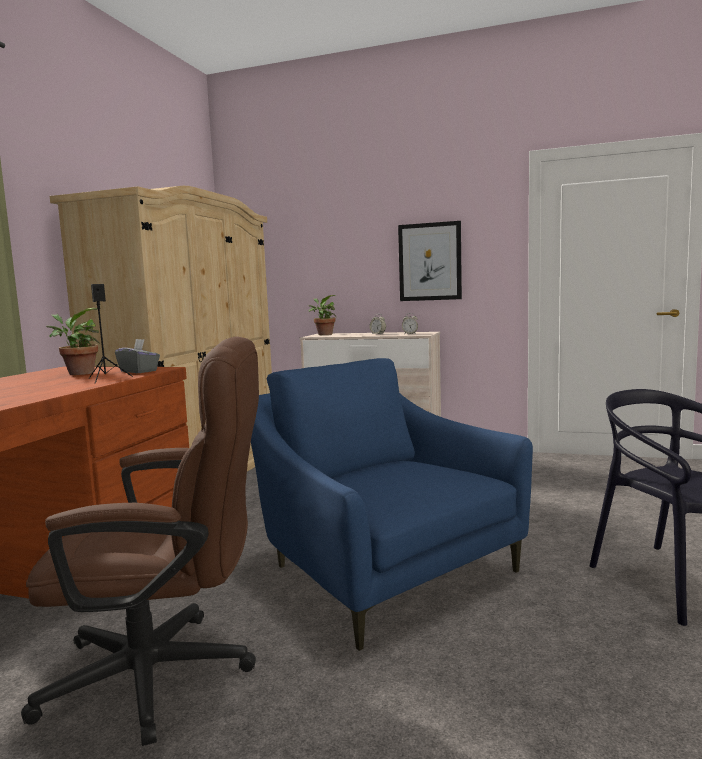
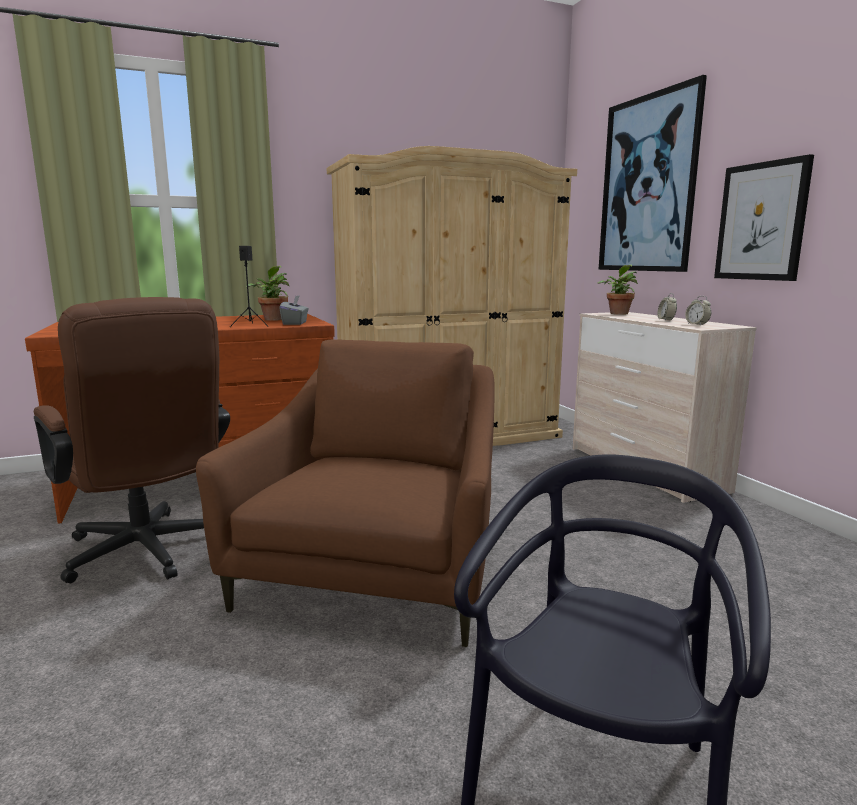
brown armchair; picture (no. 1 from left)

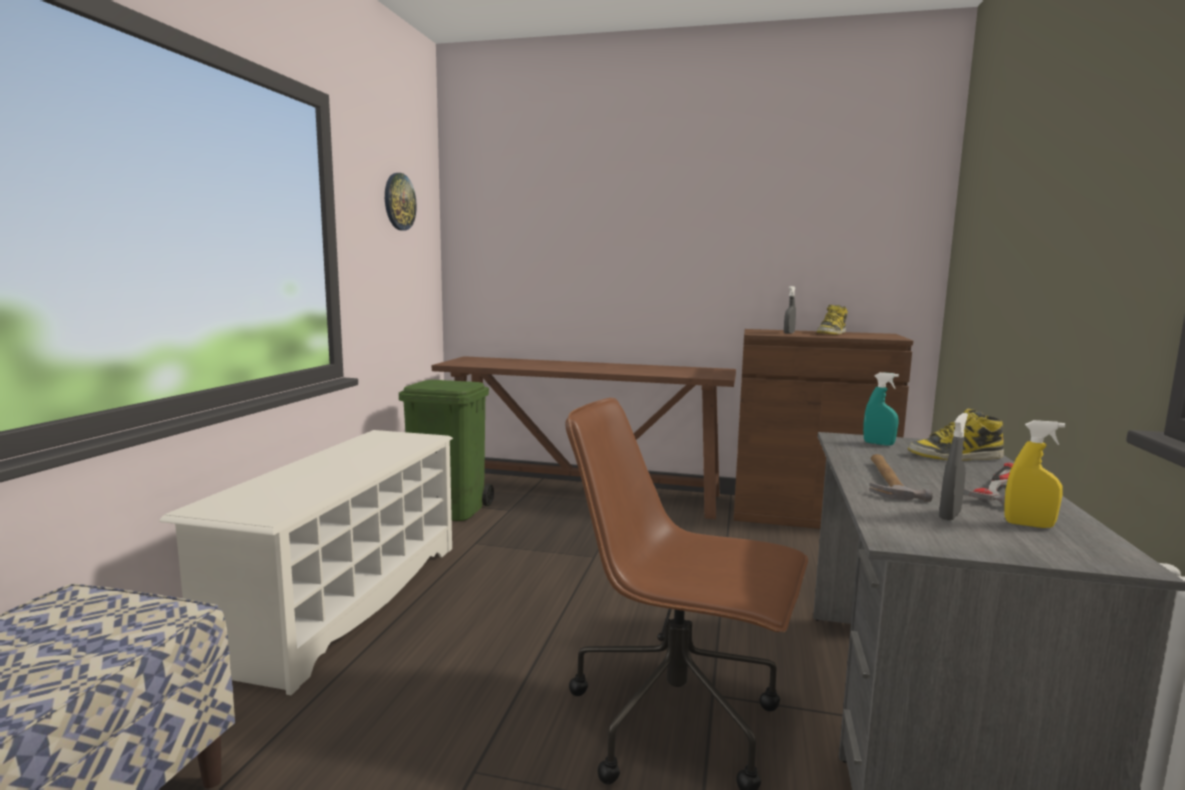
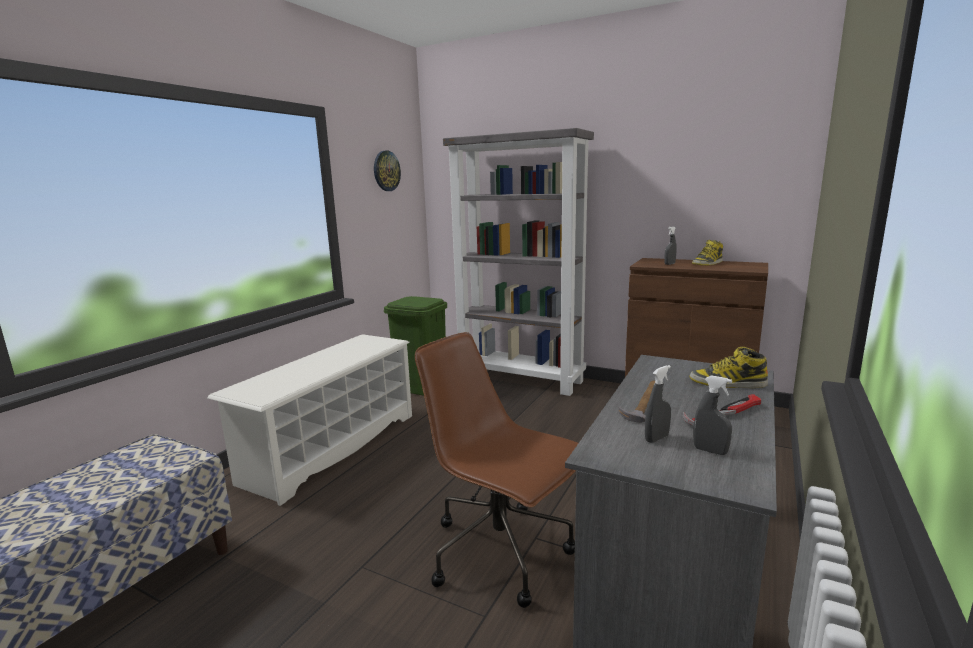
grey bookcase; grey spray bottle (no. 3 from left); turquoise spray bottle

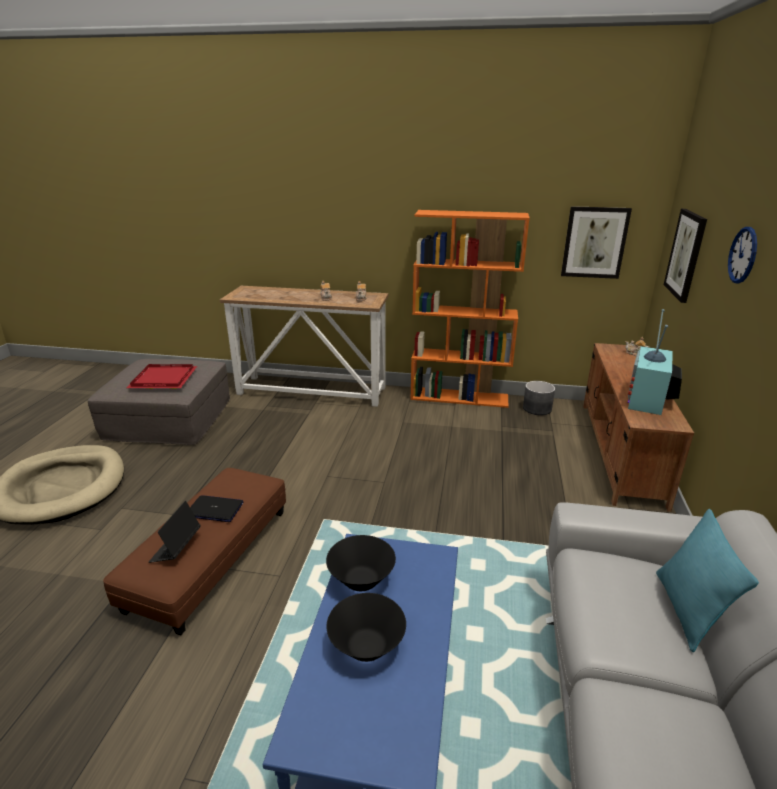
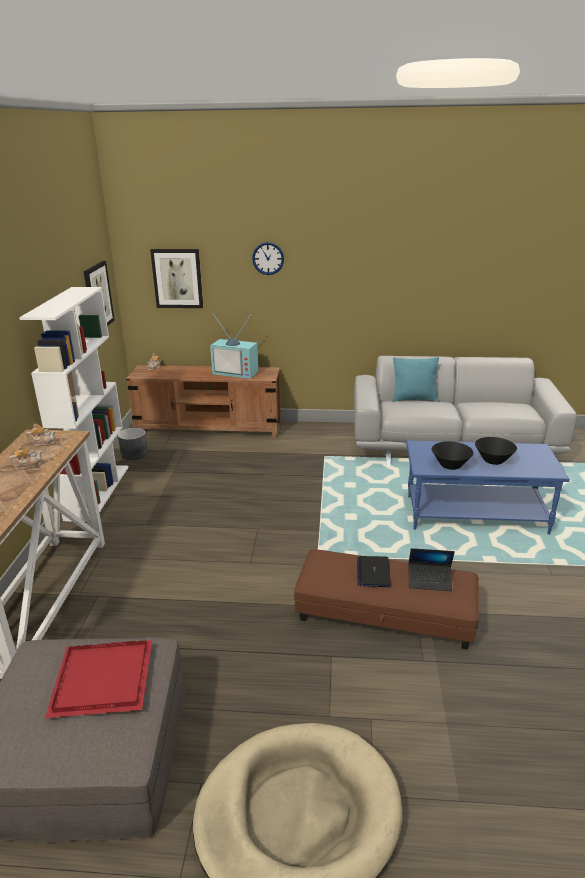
white bookcase

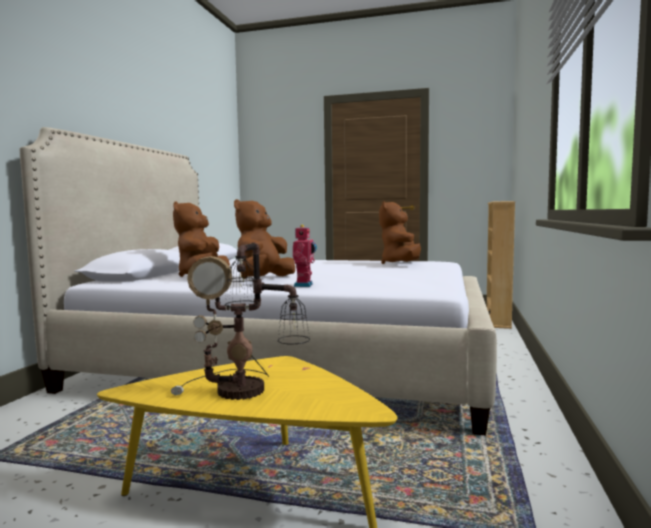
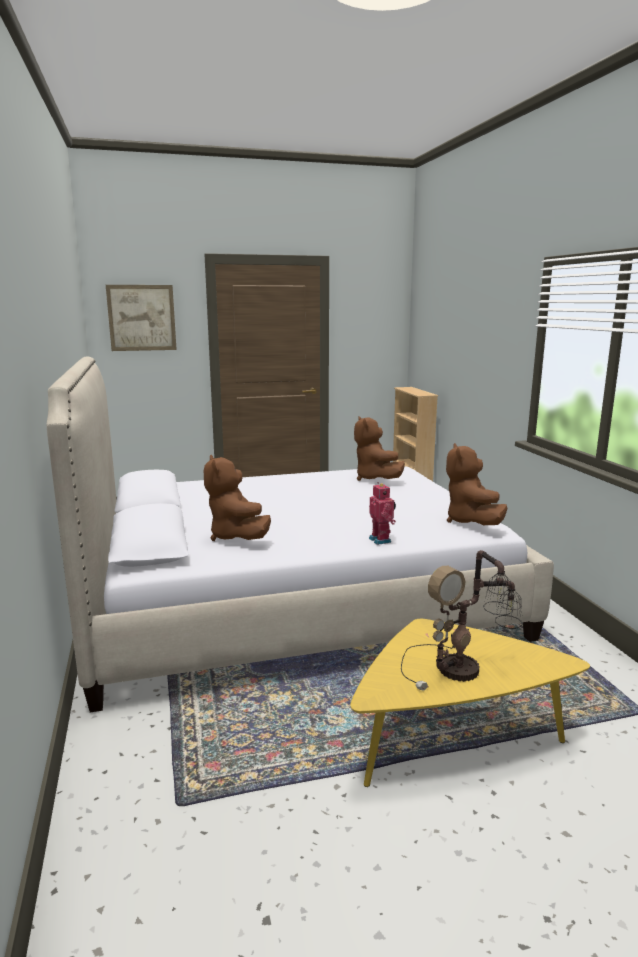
picture; brown plush toy (no. 3 from left)

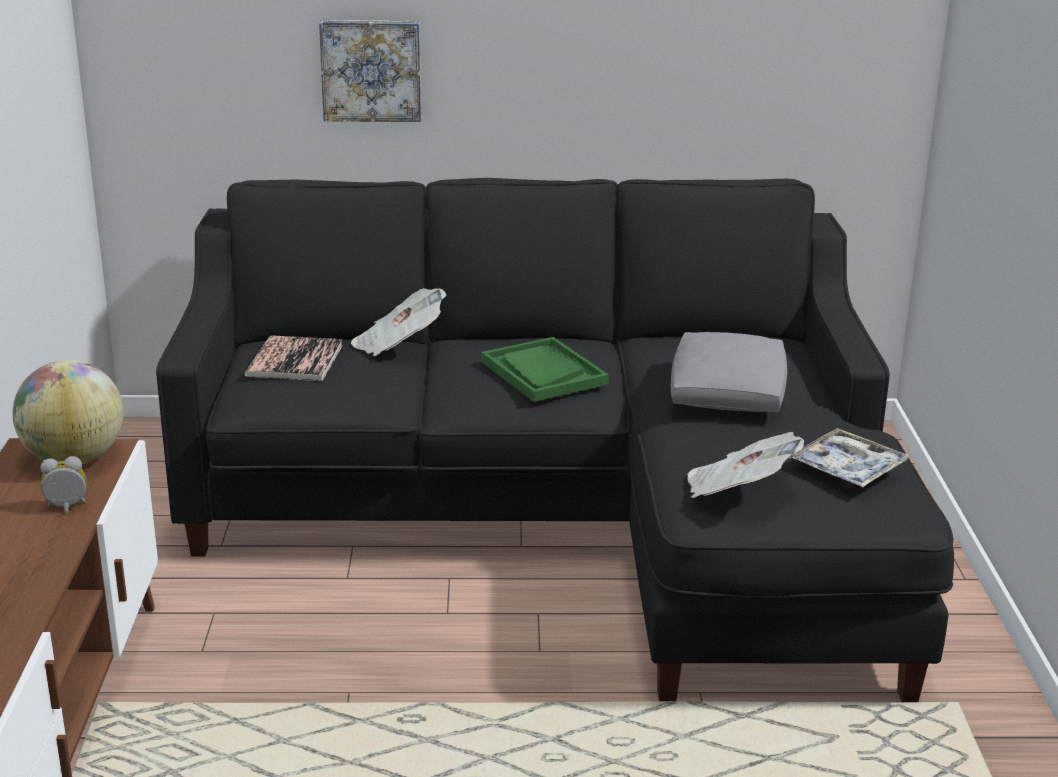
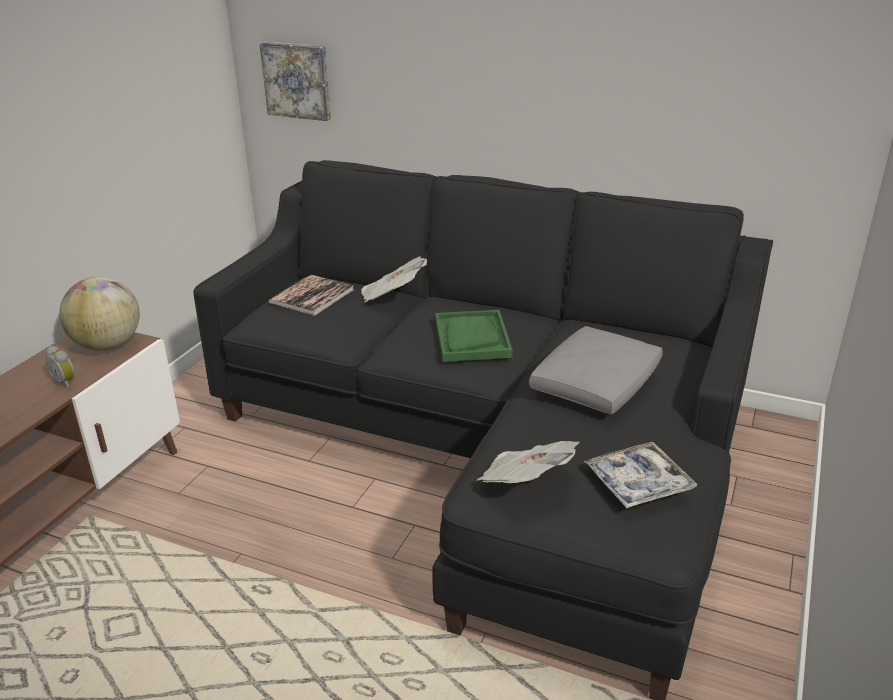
alarm clock; picture

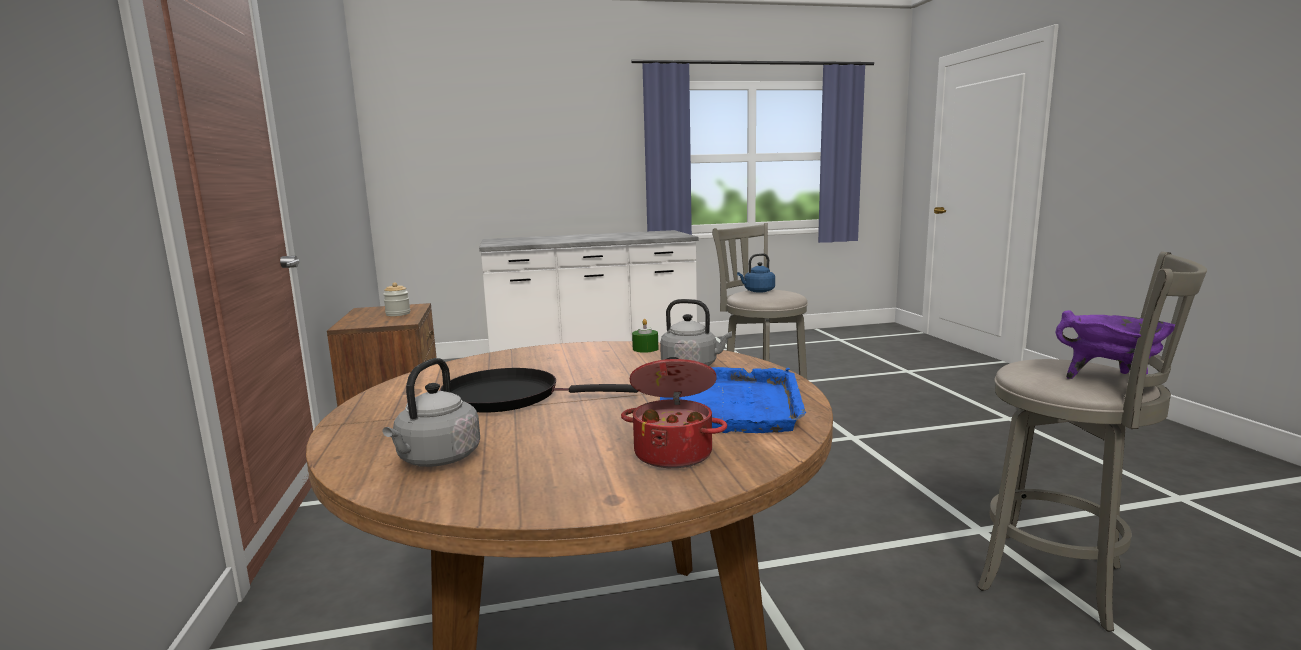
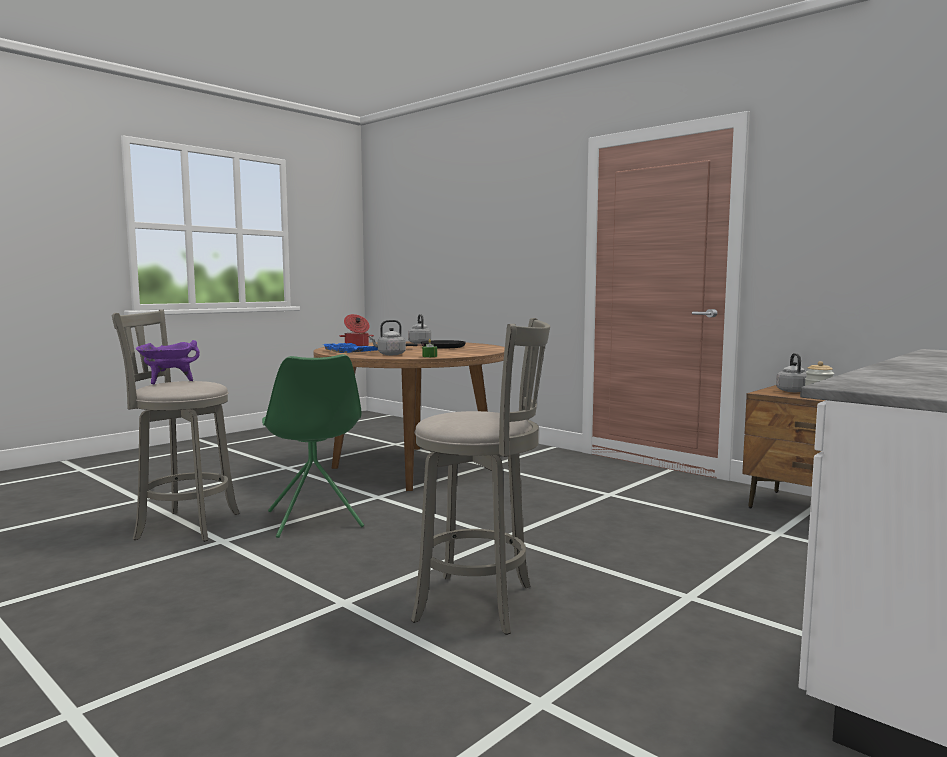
green chair; grey kettle (no. 3 from left); blue kettle

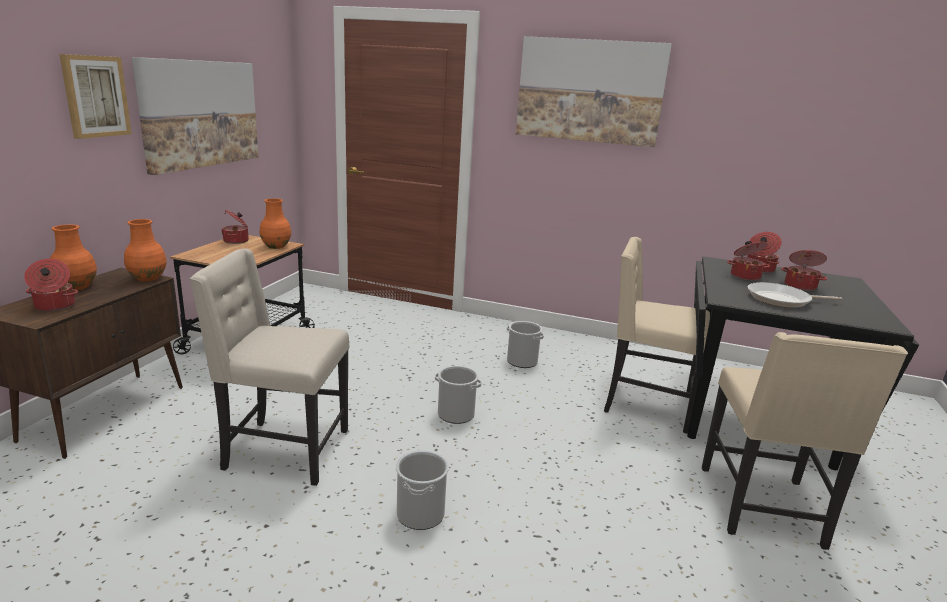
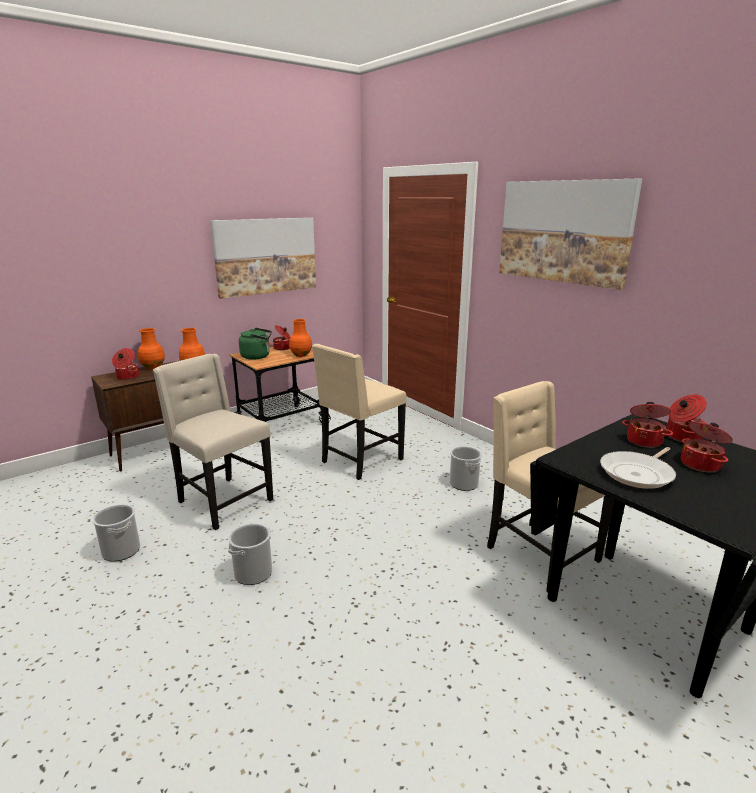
bucket (no. 1 from left); green kettle; beige chair (no. 2 from left); frying pan; picture (no. 1 from left in the first image)

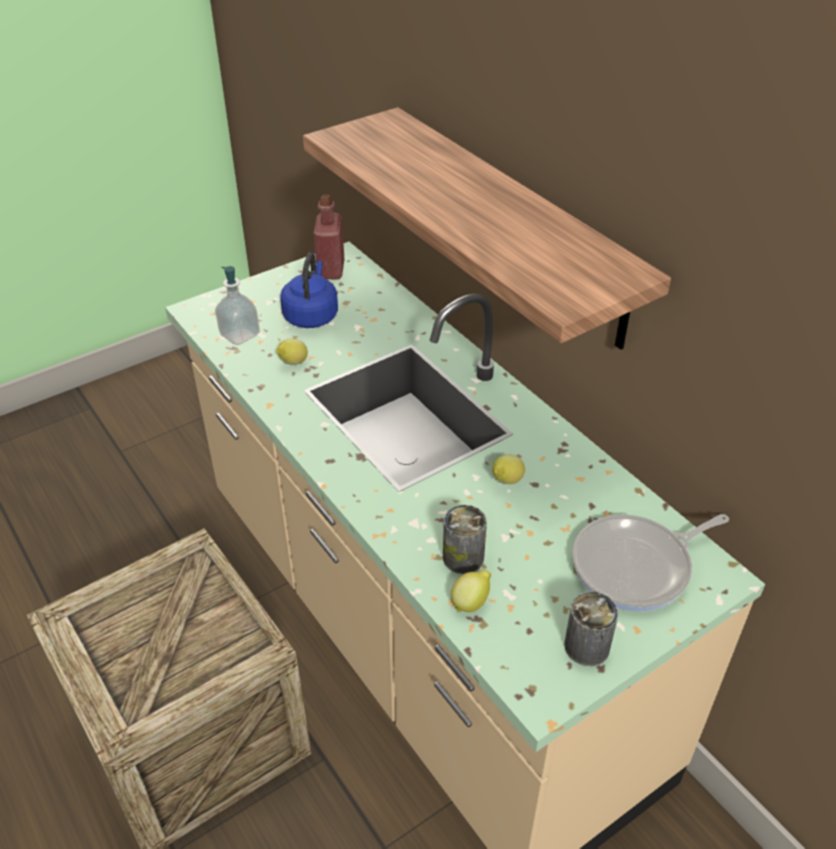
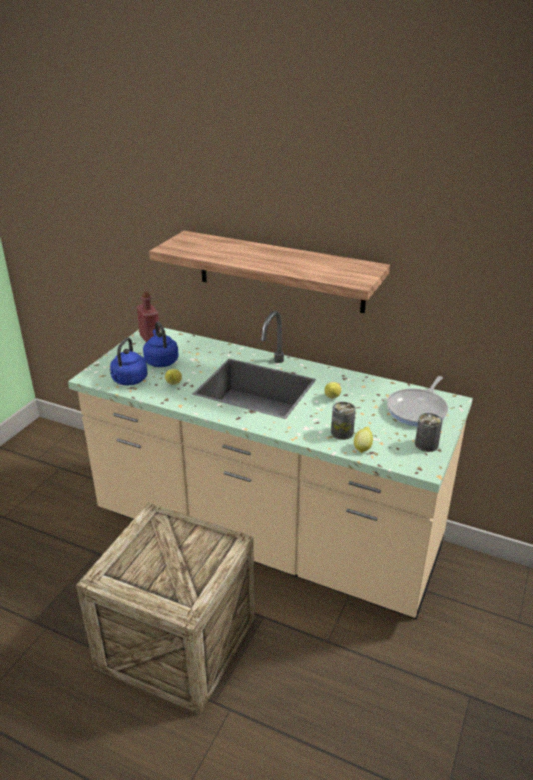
blue kettle (no. 1 from left)

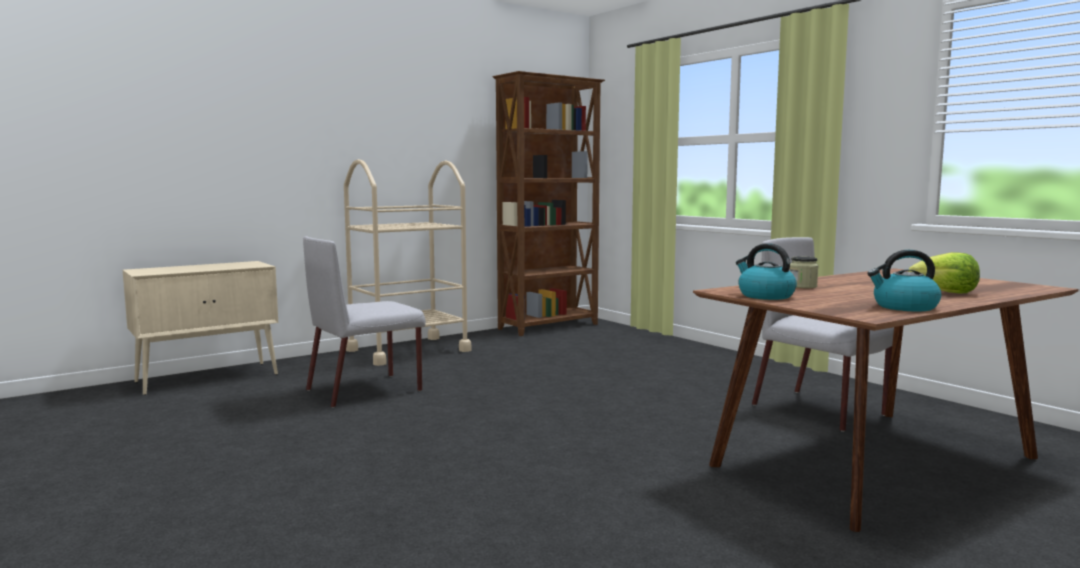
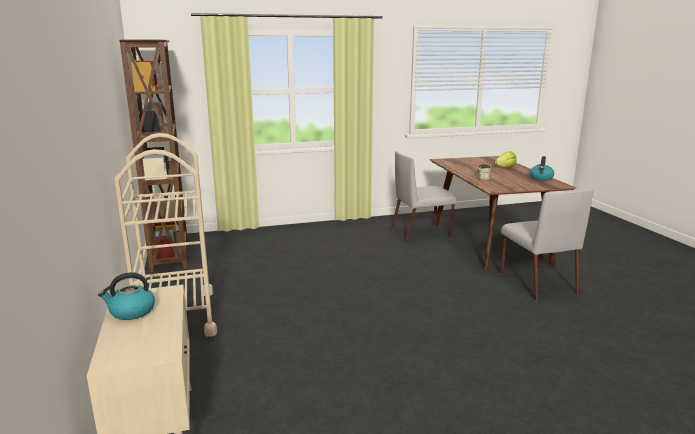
kettle (no. 1 from left); grey chair (no. 2 from left)

